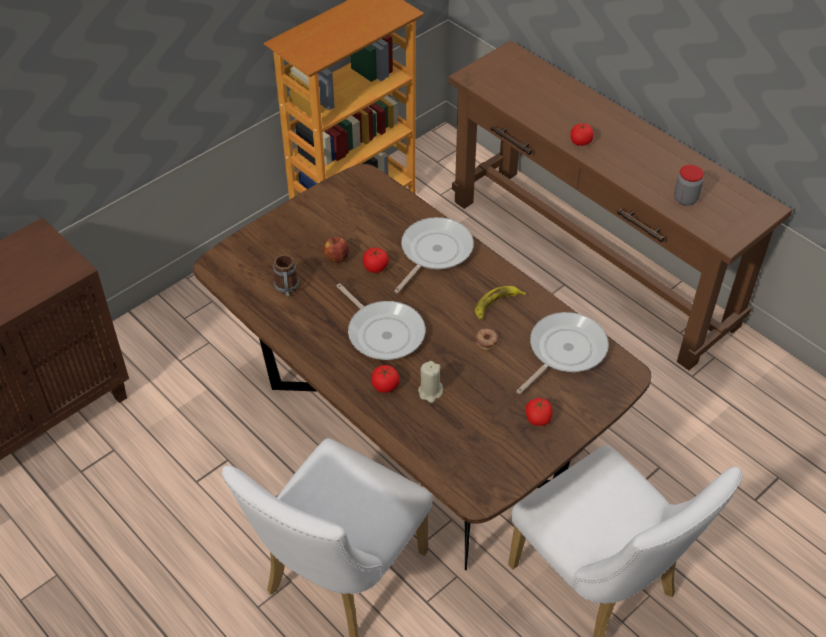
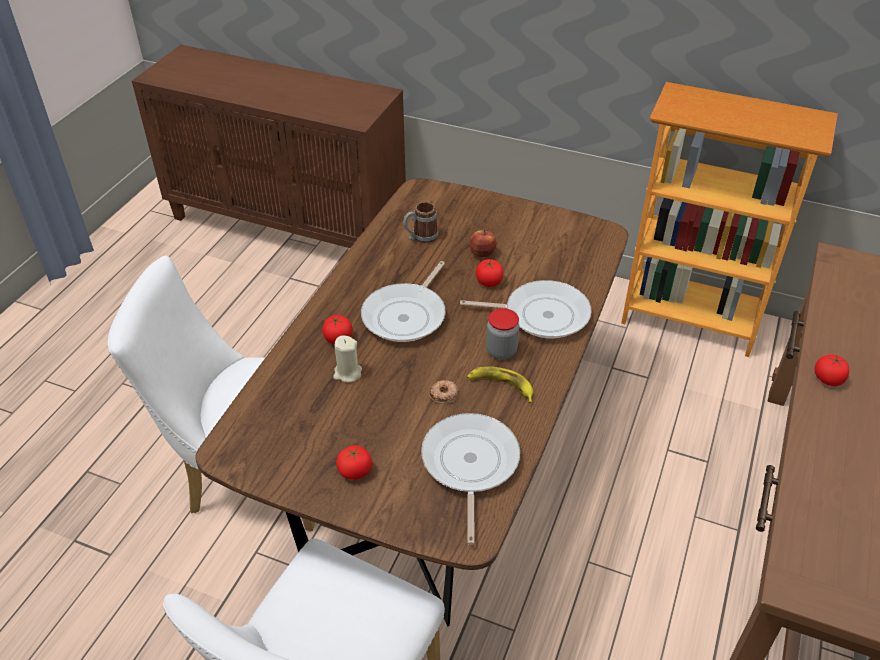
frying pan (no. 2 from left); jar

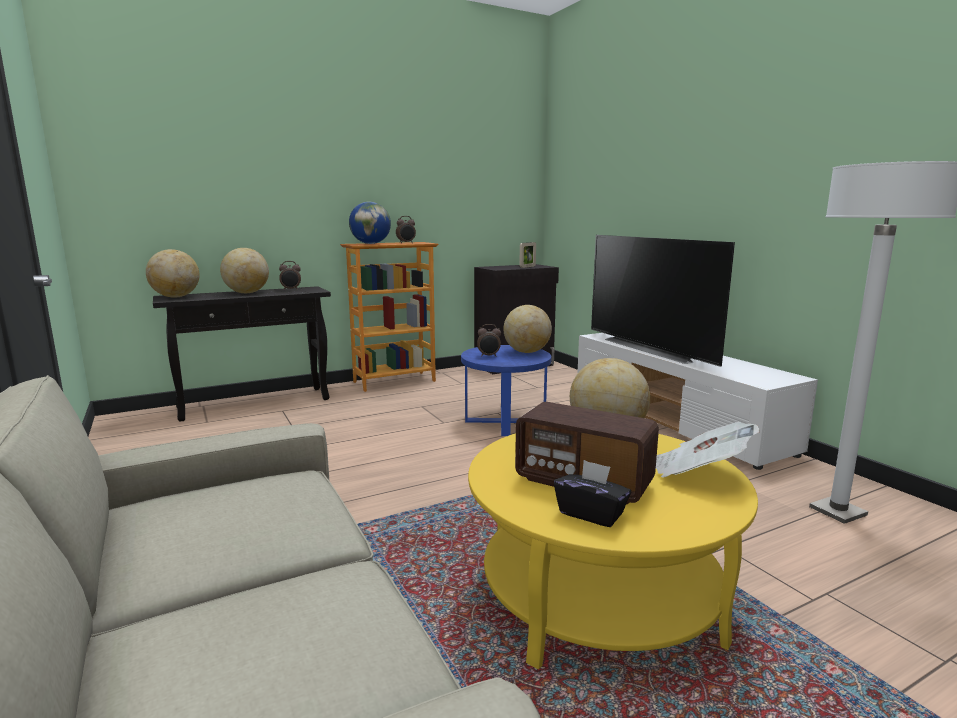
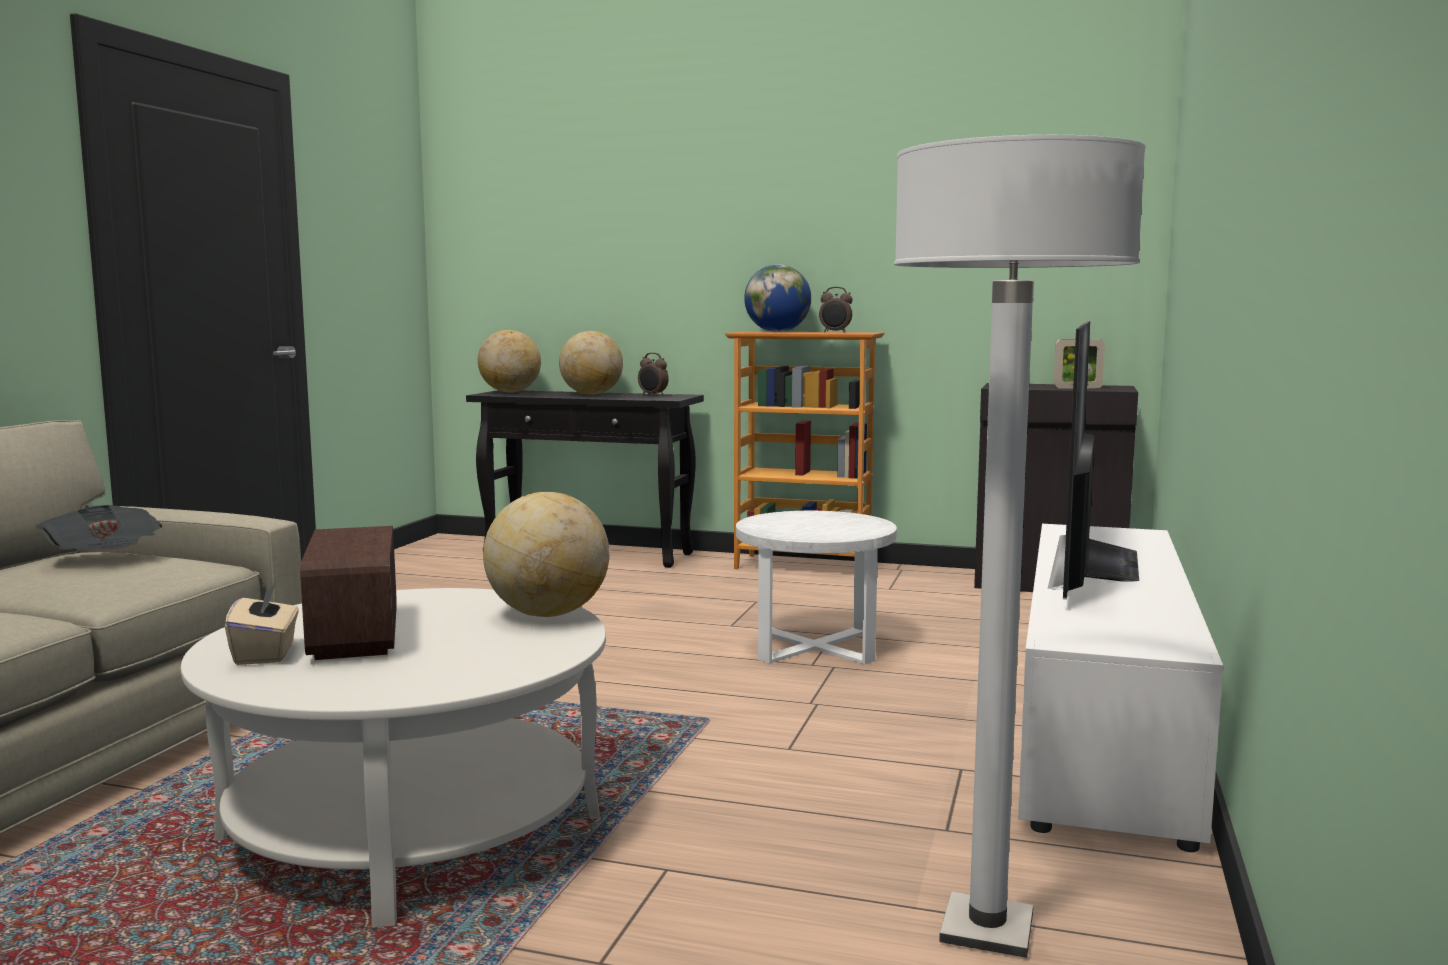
newspaper; white coffee table; beige tissue box; white side table; alarm clock (no. 3 from left in the first image); globe (no. 4 from left in the first image)

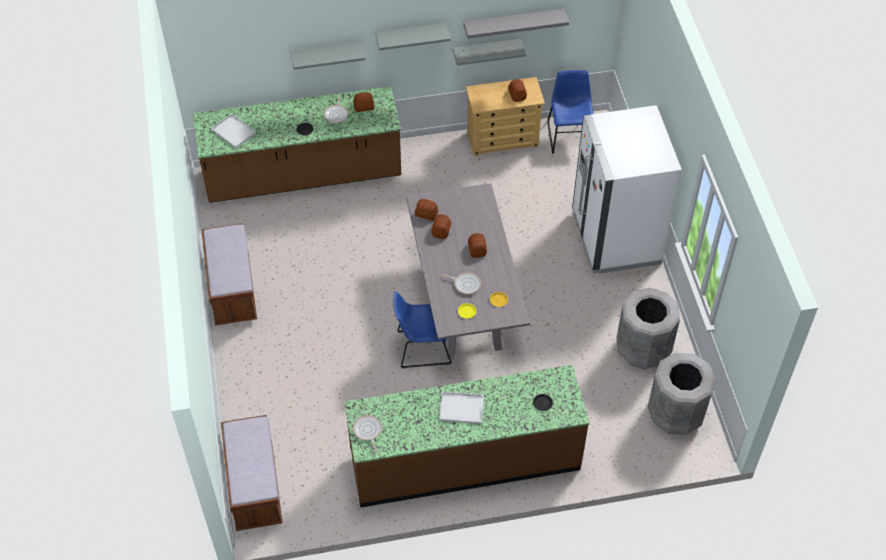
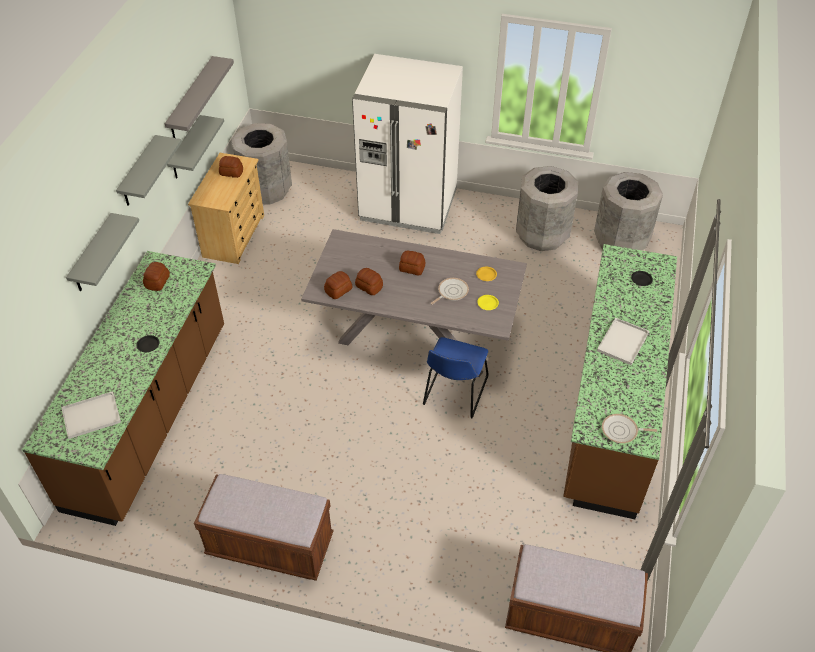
grey trash can (no. 1 from left); frying pan (no. 1 from left in the first image)

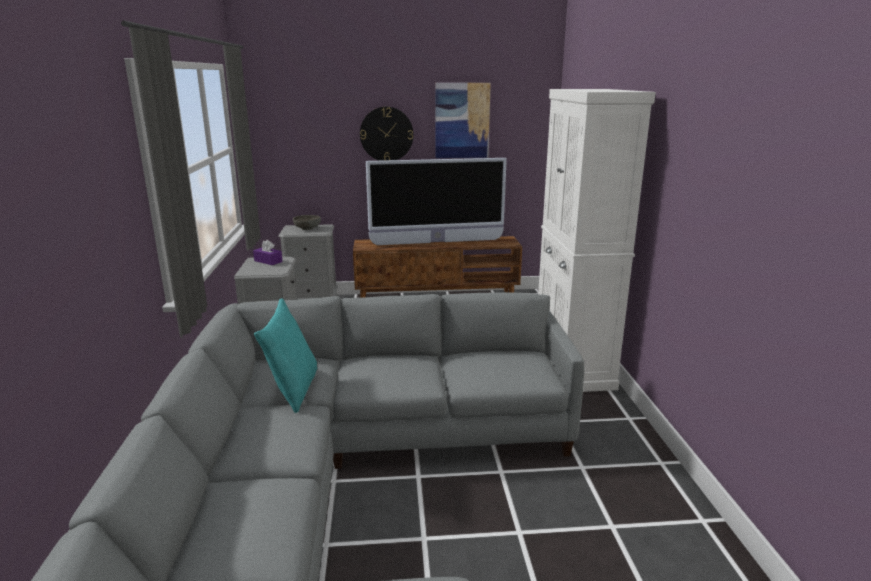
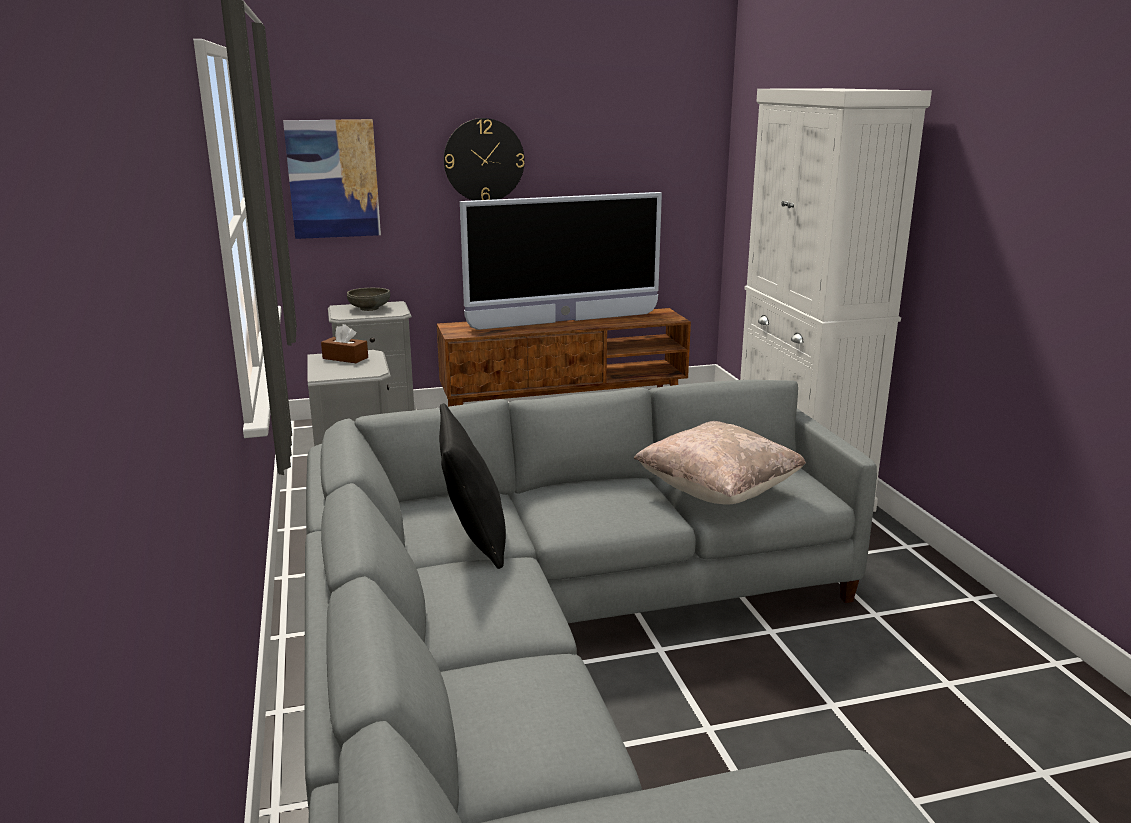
picture; brown tissue box; black pillow; beige pillow

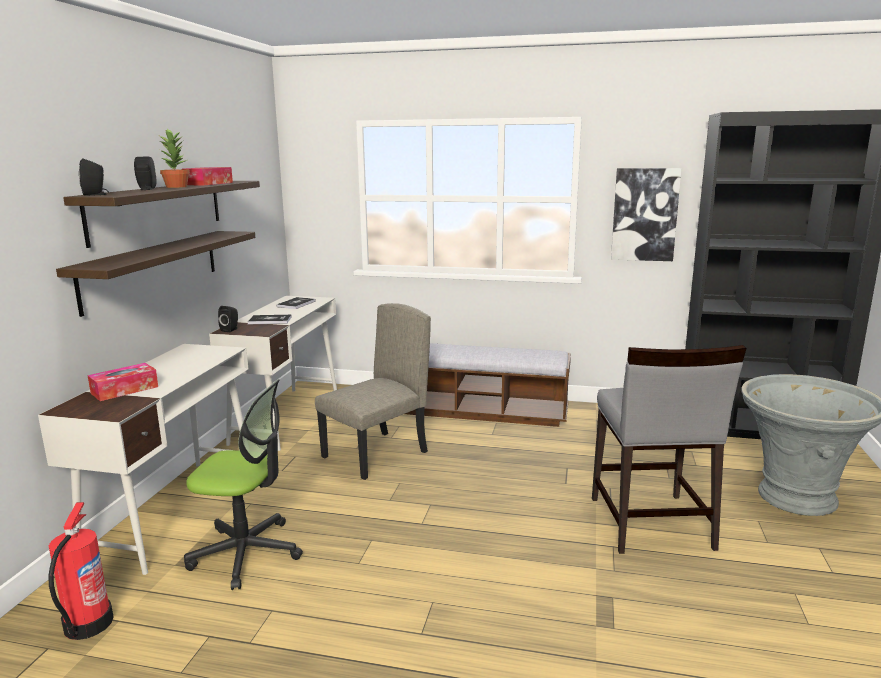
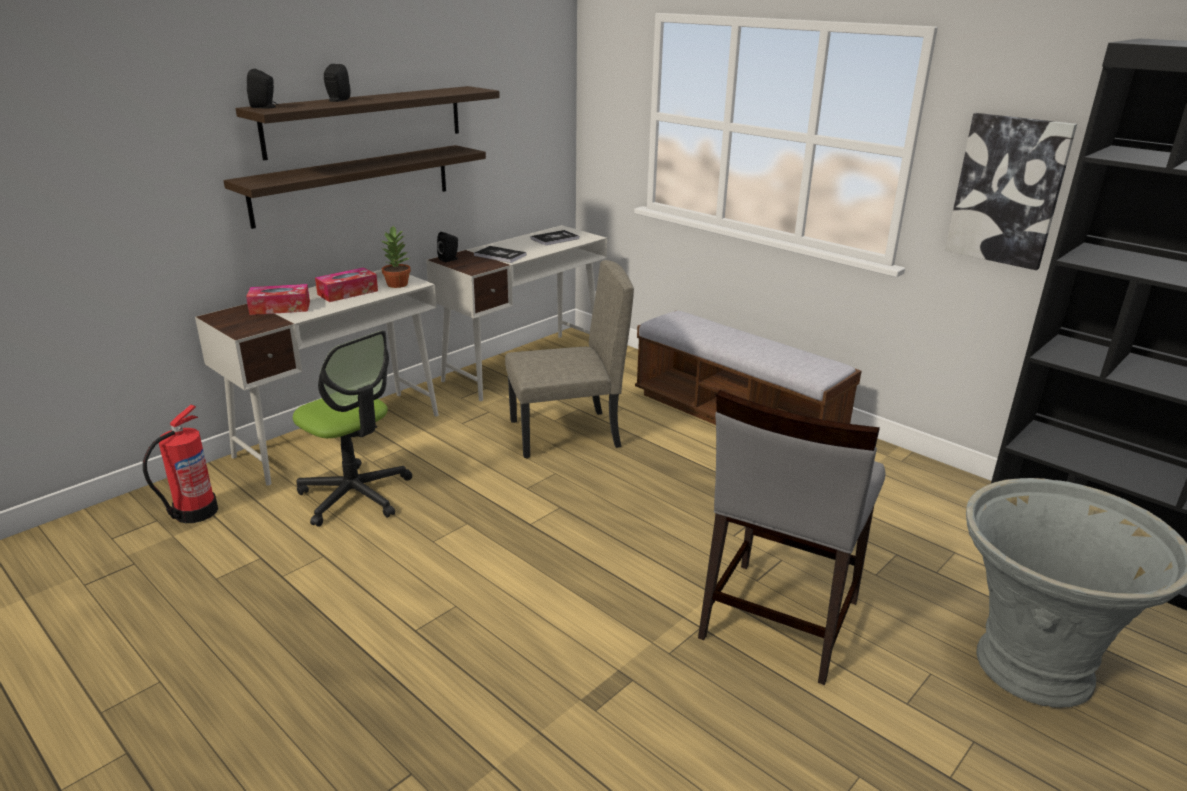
tissue box (no. 2 from left); potted plant

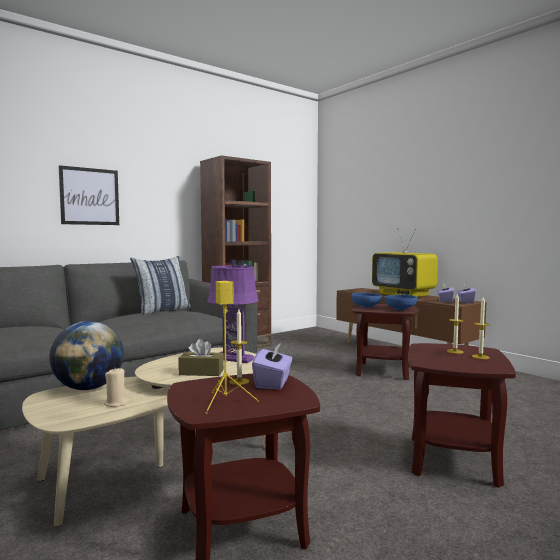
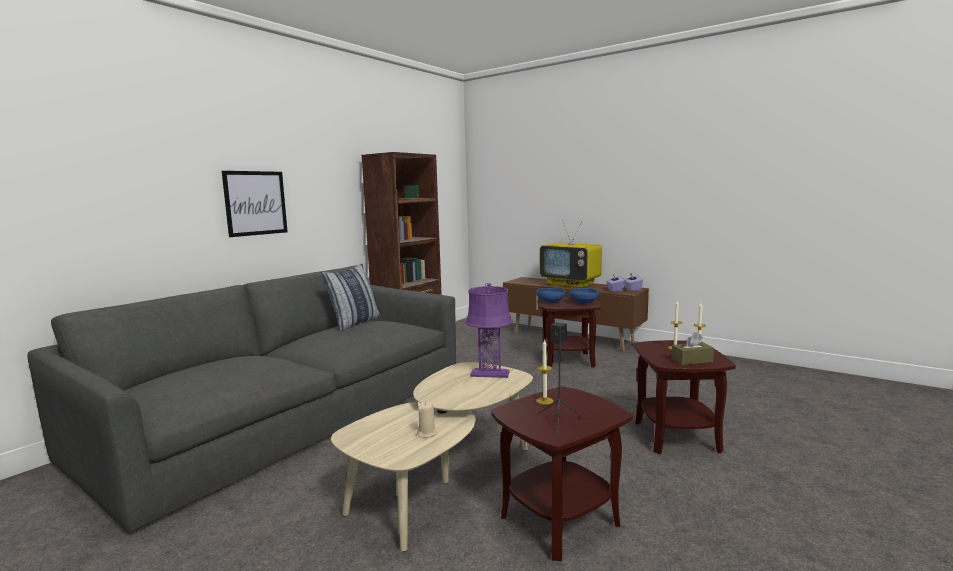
black speaker; brown tissue box; globe; purple tissue box (no. 1 from left in the first image)

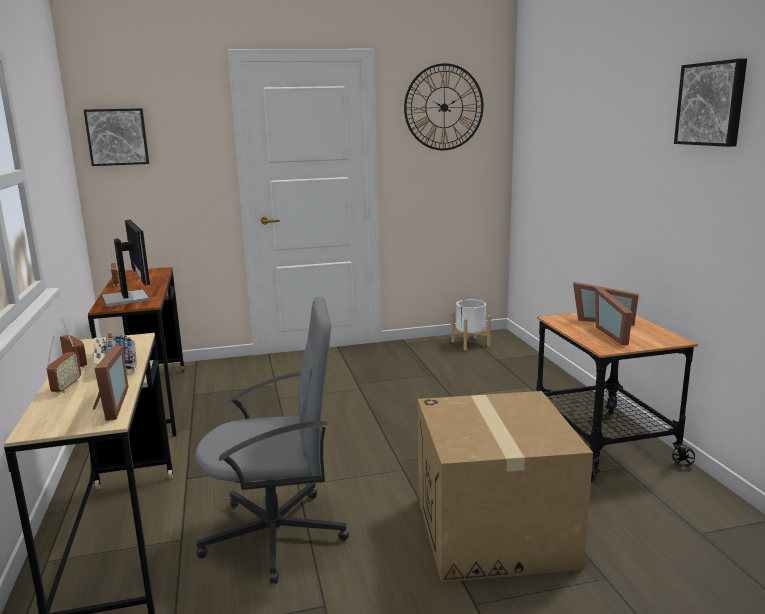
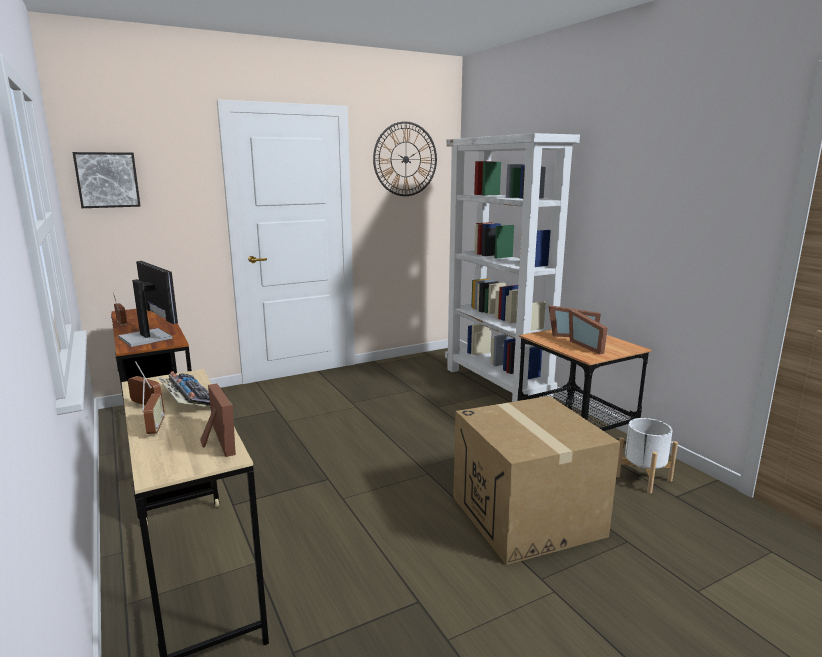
white bookcase; white planter; grey office chair; picture (no. 2 from left in the first image)

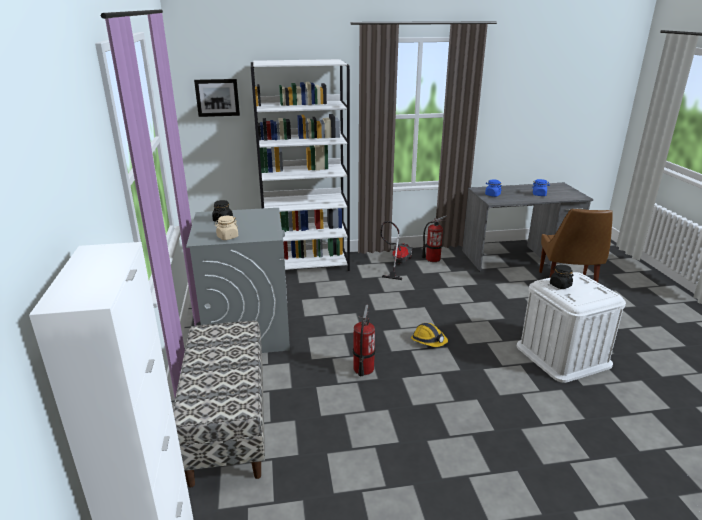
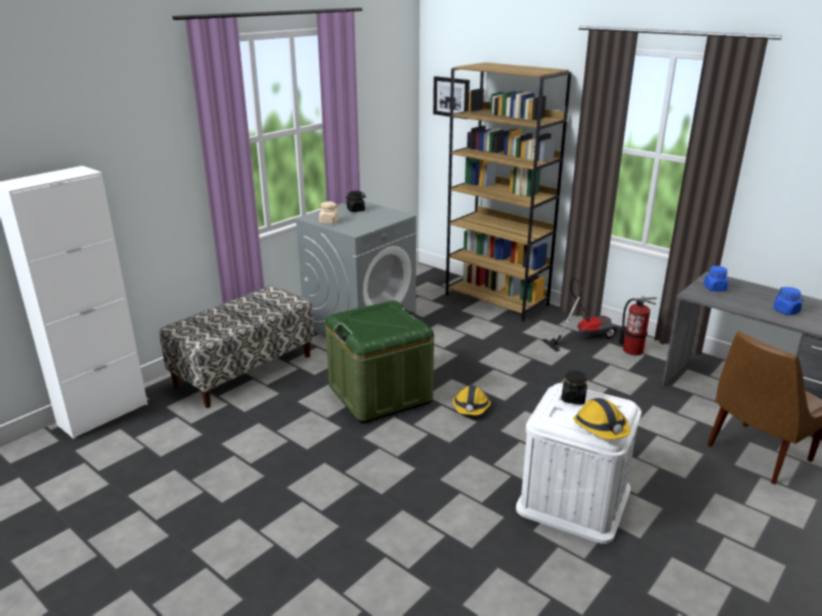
green storage box; brown bookcase; hard hat (no. 2 from left)

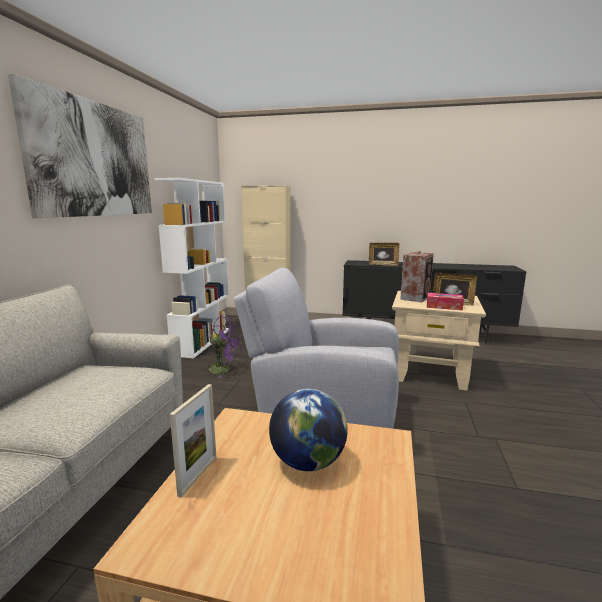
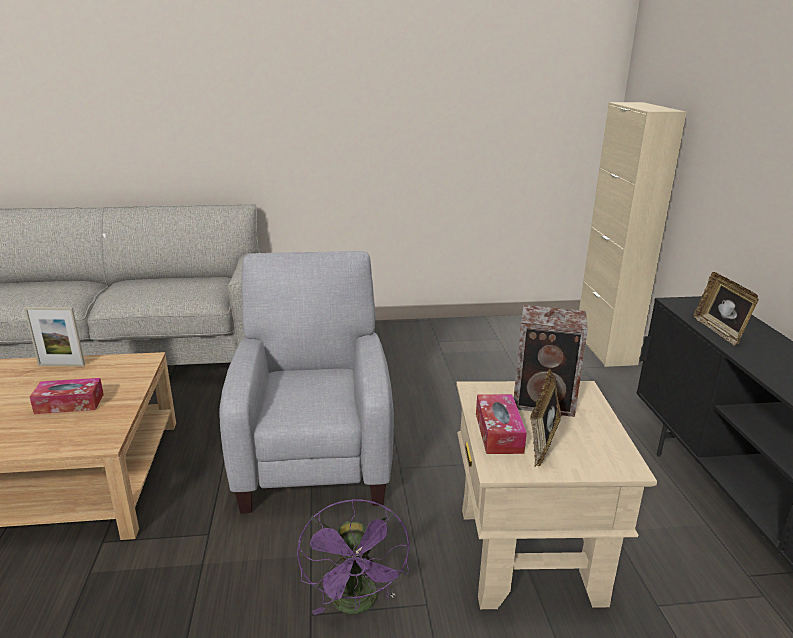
tissue box (no. 1 from left); purple fan; picture; white bookcase

